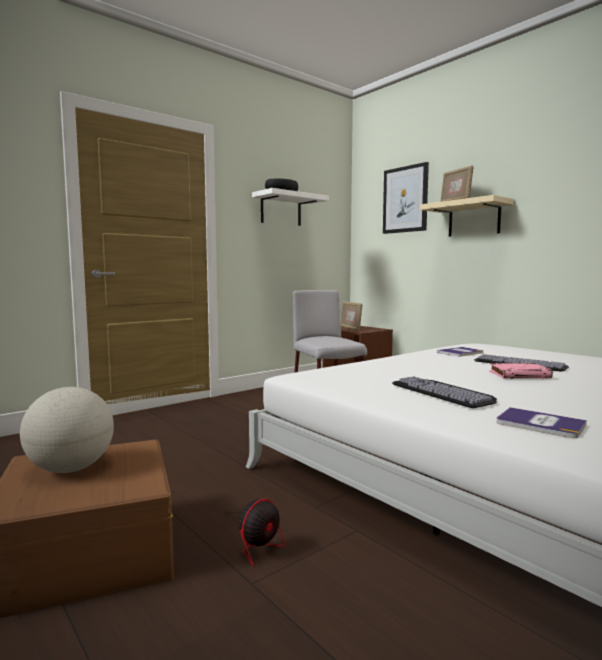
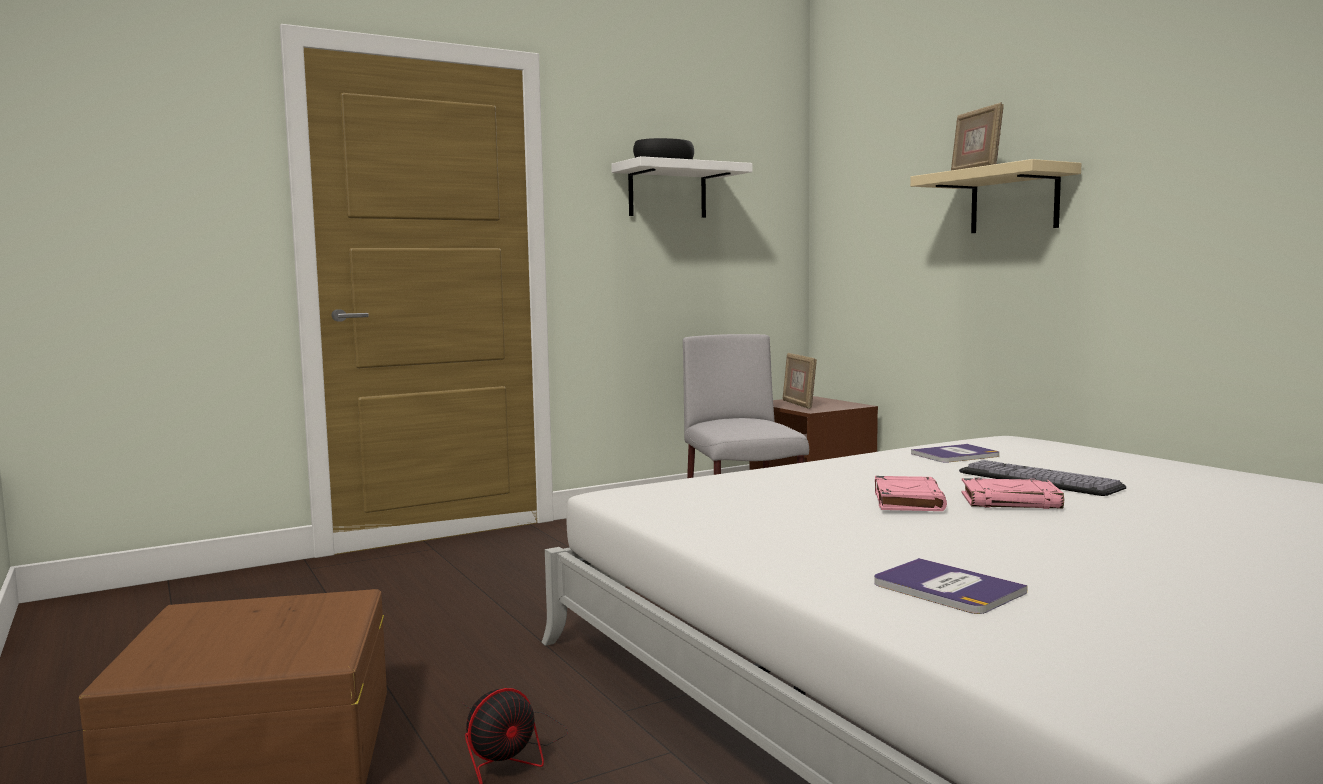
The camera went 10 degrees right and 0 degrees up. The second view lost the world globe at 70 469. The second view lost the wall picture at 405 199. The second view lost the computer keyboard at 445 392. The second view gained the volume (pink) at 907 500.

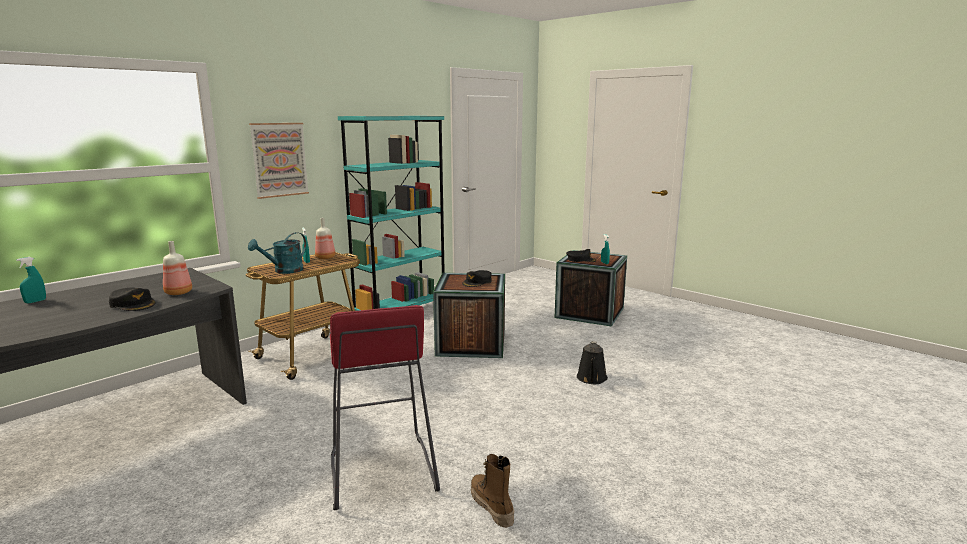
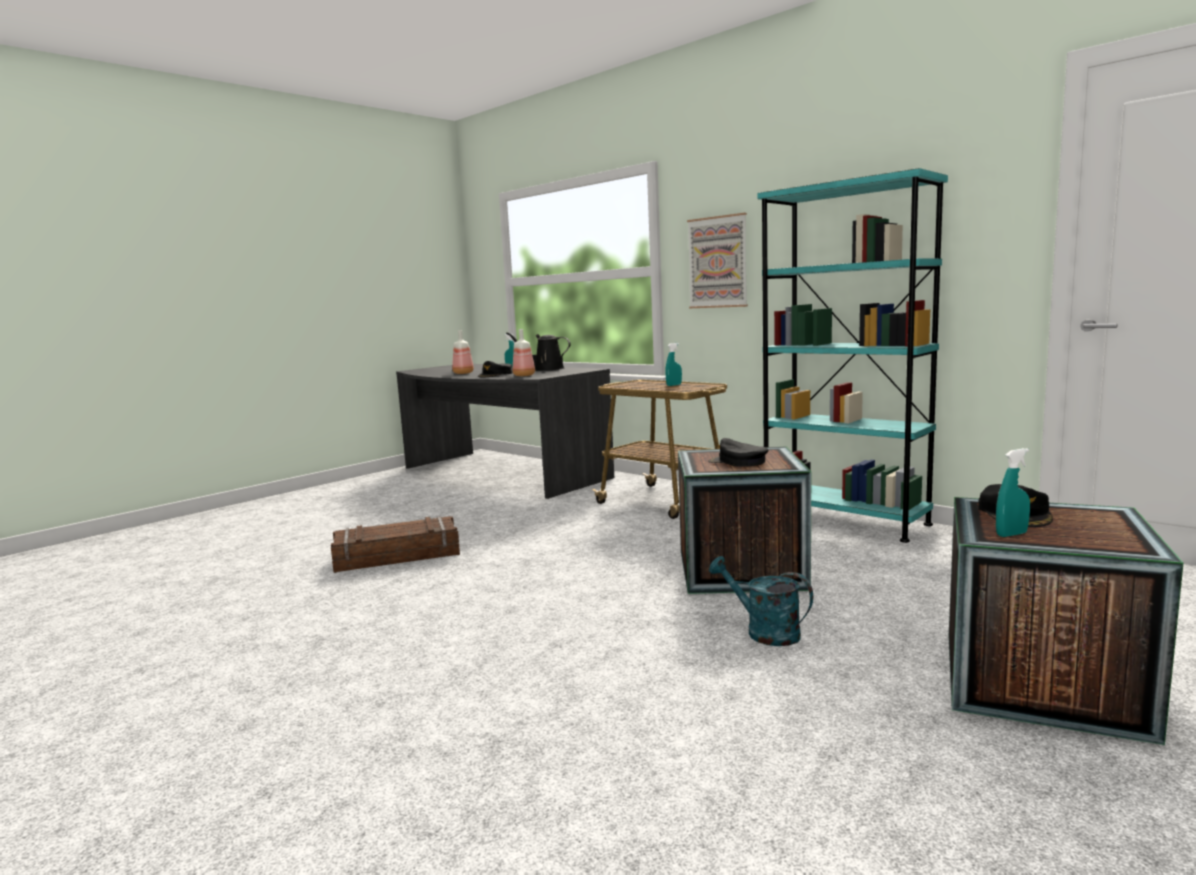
The camera went 90 degrees right and 5 degrees down. The second view lost the tall boot at 491 506. The sprinkling can (turquoise) ended up elsewhere, having gone from 284 271 to 764 632. The beverage bottle ended up elsewhere, having gone from 326 257 to 463 373. The sprinkling can (black) ended up elsewhere, having gone from 592 379 to 545 369. Where the stool seat (red) stood at 381 472, the crate came to stand at 397 556.

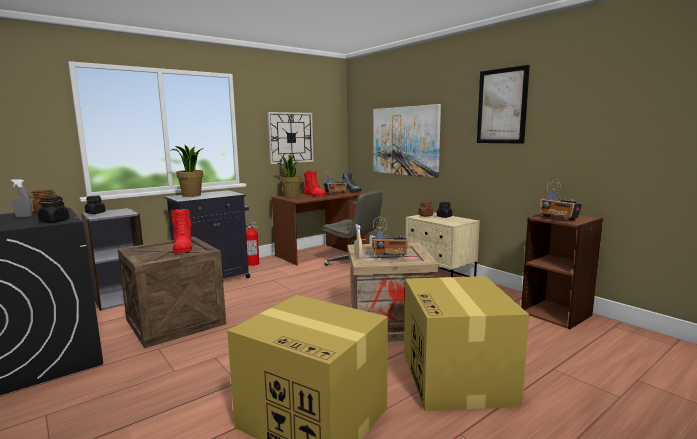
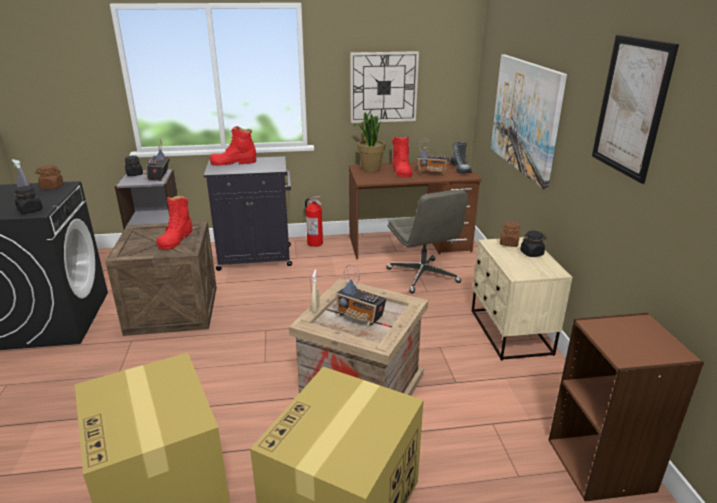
The camera went 30 degrees right and 15 degrees up. The radio ended up elsewhere, having gone from 559 219 to 159 177. Where the houseplant stood at 191 195, the tall boot (red) came to stand at 233 163.

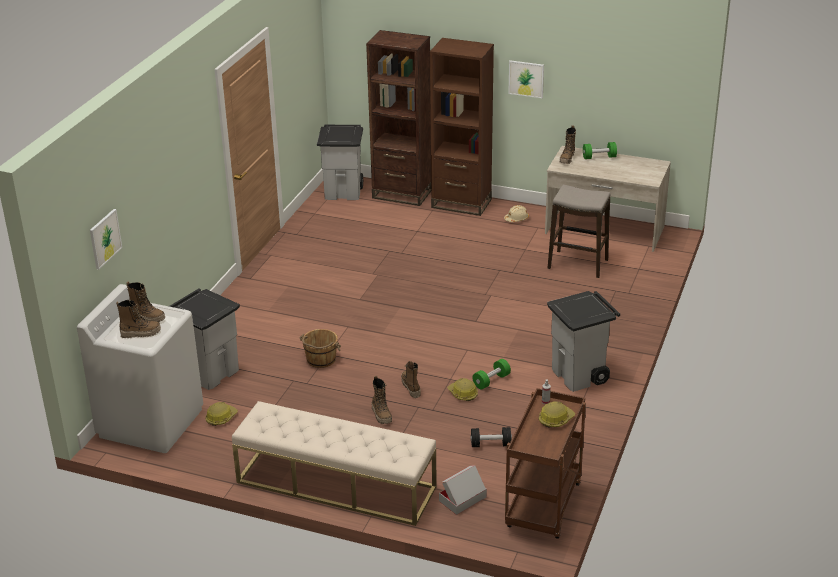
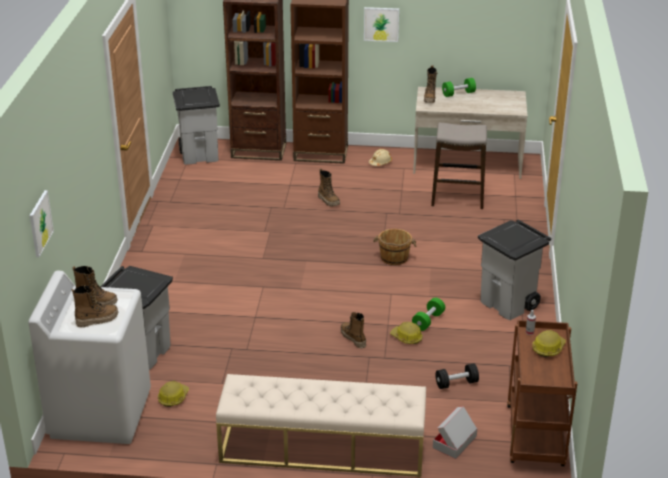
The camera went 15 degrees left and 0 degrees up. The bucket (brown-coloured) ended up elsewhere, having gone from 320 360 to 394 258. The tall boot ended up elsewhere, having gone from 381 415 to 328 201.

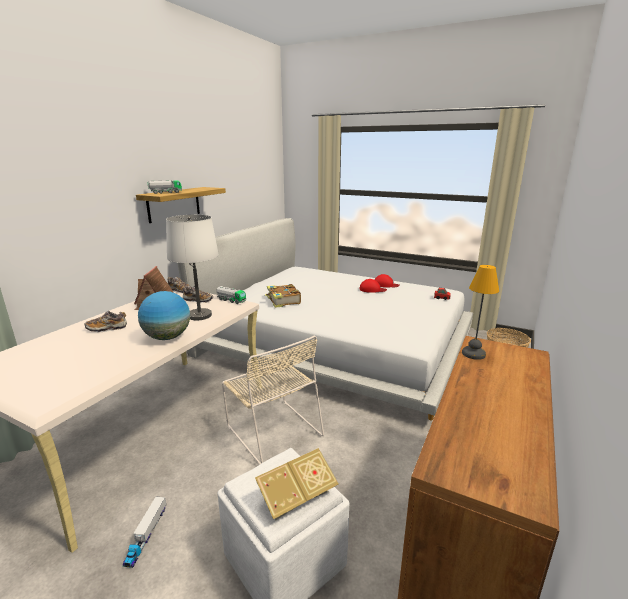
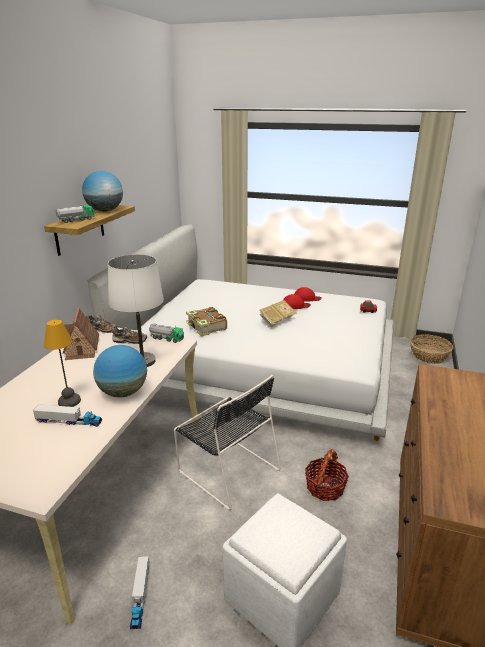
The camera went 10 degrees left and 5 degrees up. The second view lost the item of footwear at 107 328. The second view gained the model truck at 69 421. The second view gained the world globe at 105 211. The second view gained the storage basket at 325 487. The volume ended up elsewhere, having gone from 296 496 to 277 321. The table lamp ended up elsewhere, having gone from 473 353 to 69 401. What was the upright chair (beige) at 273 429 turned into the upright chair (black) at 227 469.

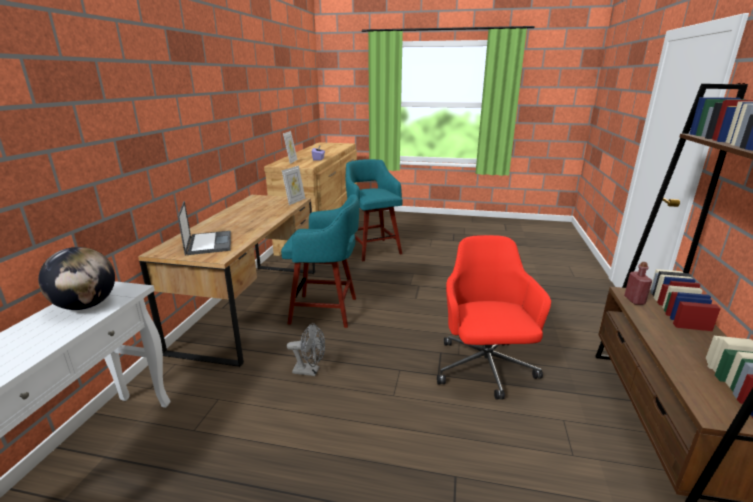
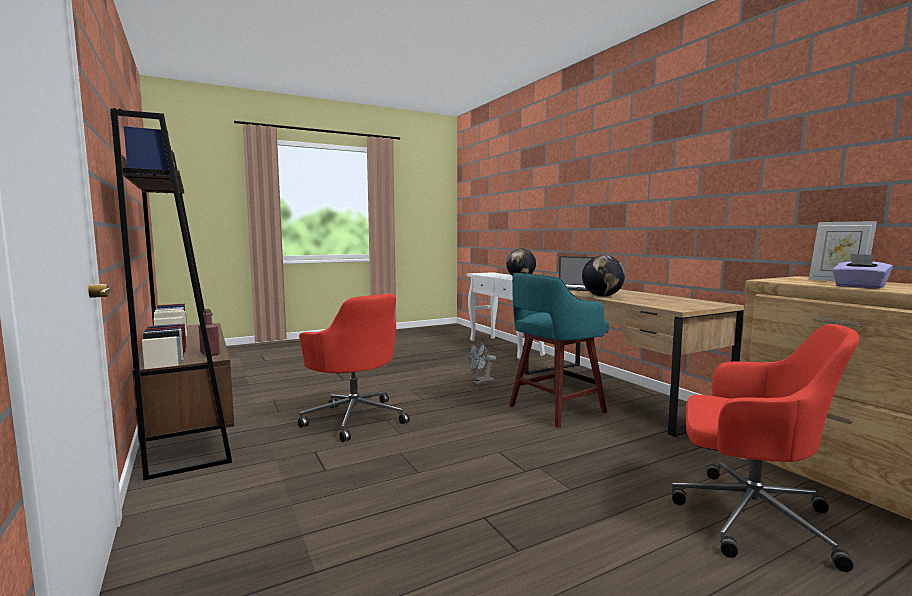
The camera went 140 degrees right and 15 degrees down. The second view lost the photo frame at 295 201. The second view gained the world globe at 602 296. Where the stool seat (turquoise) stood at 373 249, the office chair (red) came to stand at 748 517.

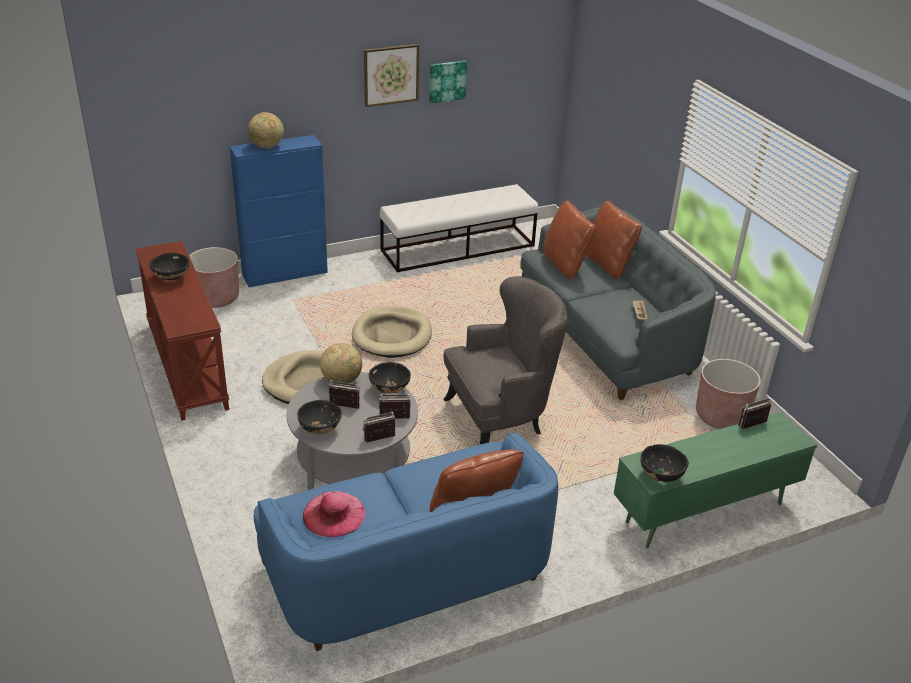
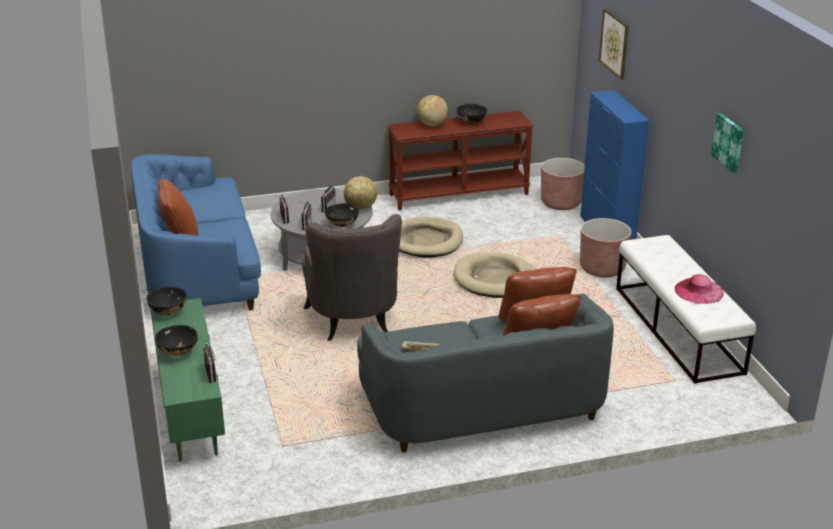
The camera went 100 degrees right and 5 degrees down. The world globe ended up elsewhere, having gone from 267 147 to 432 125. The deep dish (black) ended up elsewhere, having gone from 320 429 to 178 353. The wearable hat (pink) ended up elsewhere, having gone from 334 514 to 699 291. The wall picture ended up elsewhere, having gone from 391 75 to 614 43. The flower pot (brown-coloured) ended up elsewhere, having gone from 721 416 to 602 268.

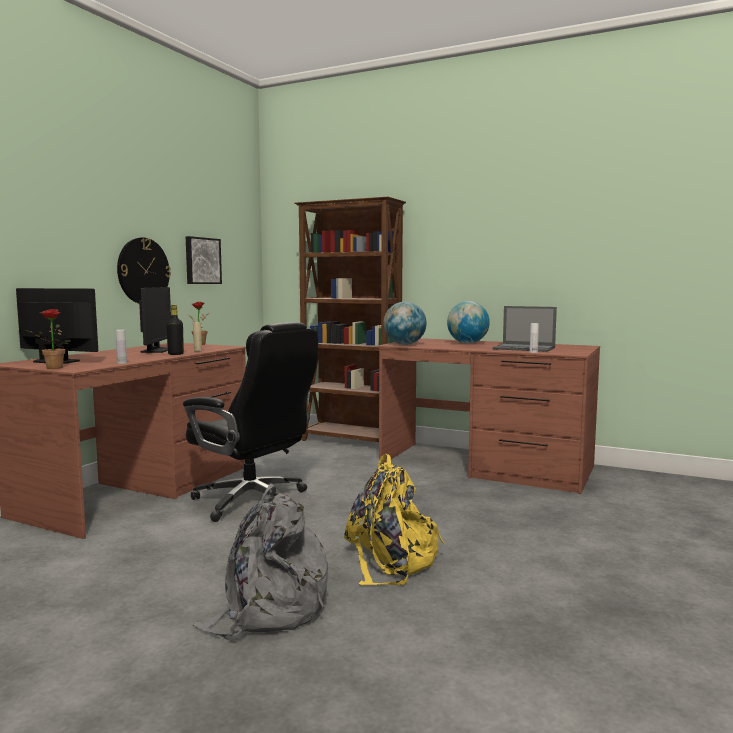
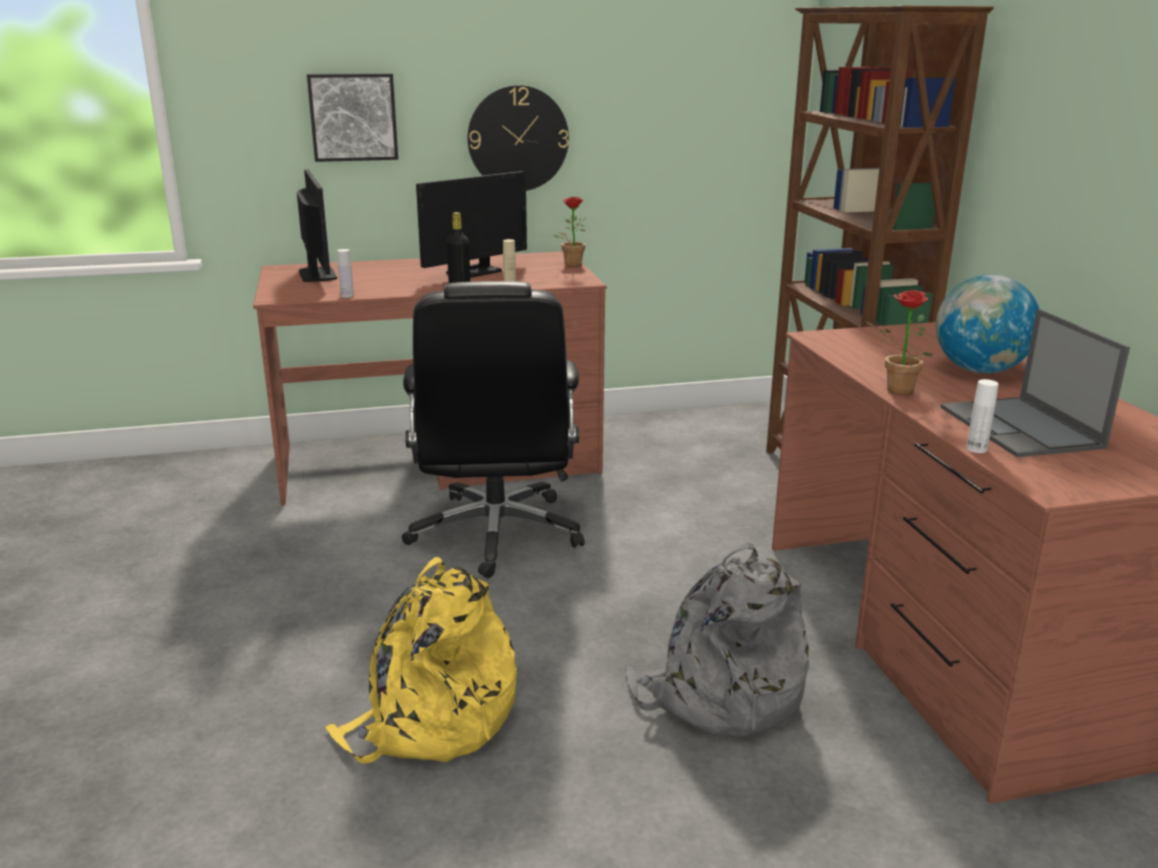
The camera went 50 degrees right and 15 degrees up. The second view lost the world globe at 404 344. The houseplant ended up elsewhere, having gone from 51 368 to 894 391. The wall picture ended up elsewhere, having gone from 202 261 to 353 117. The backpack (greyish) ended up elsewhere, having gone from 269 609 to 719 695.

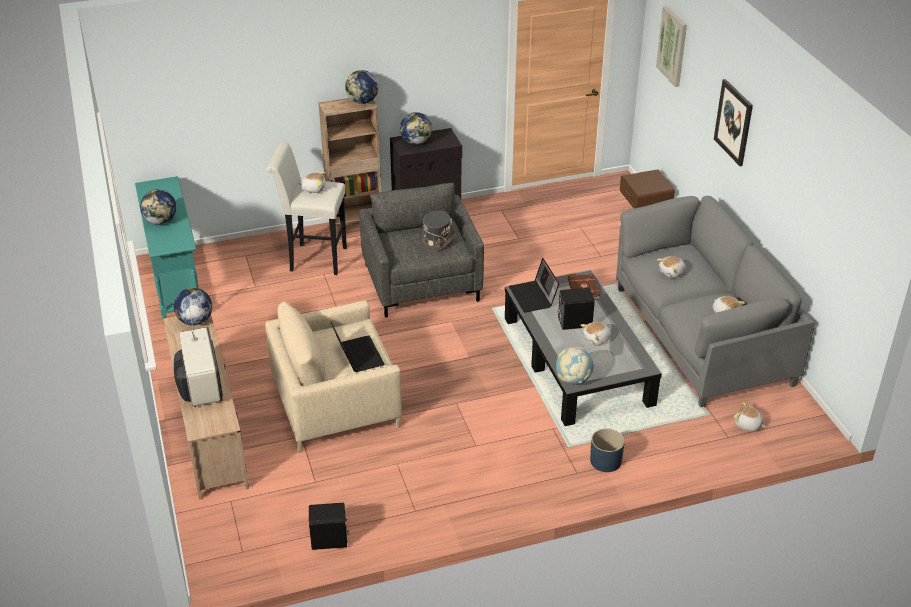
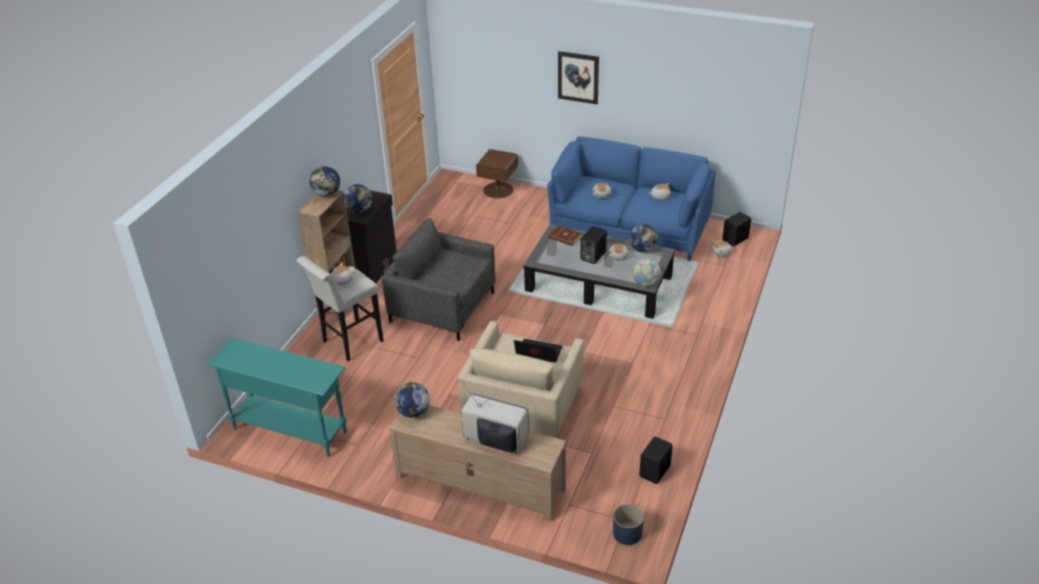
The camera went 50 degrees left and 0 degrees up. The second view lost the wearable hat (greyish) at 436 239. The second view lost the portable computer at 533 297. The second view lost the wall picture at 672 46. The second view gained the audio speaker (black) at 736 240. The world globe ended up elsewhere, having gone from 161 221 to 642 249. The flower pot (blue) ended up elsewhere, having gone from 605 461 to 627 533. What was the couch (greyish) at 701 336 turned into the couch (blue) at 630 227.

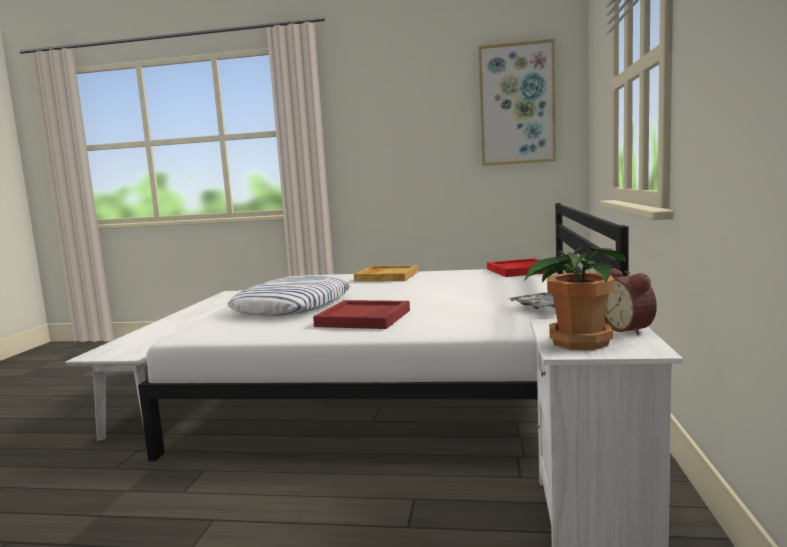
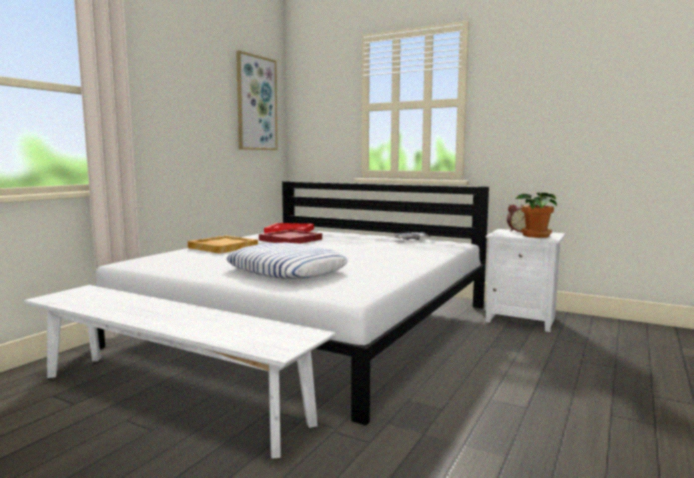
The camera went 70 degrees left and 0 degrees up. The carrying tray (red) ended up elsewhere, having gone from 364 318 to 291 240.

